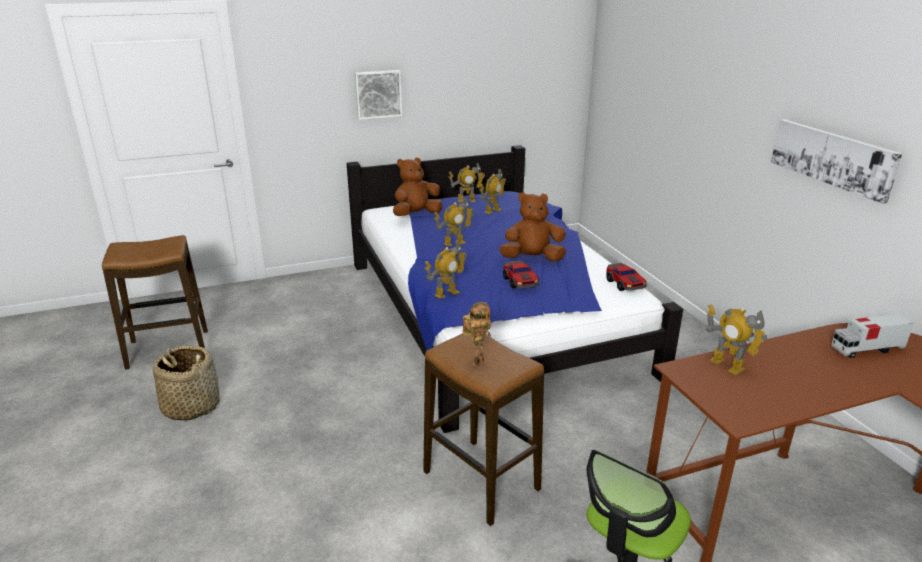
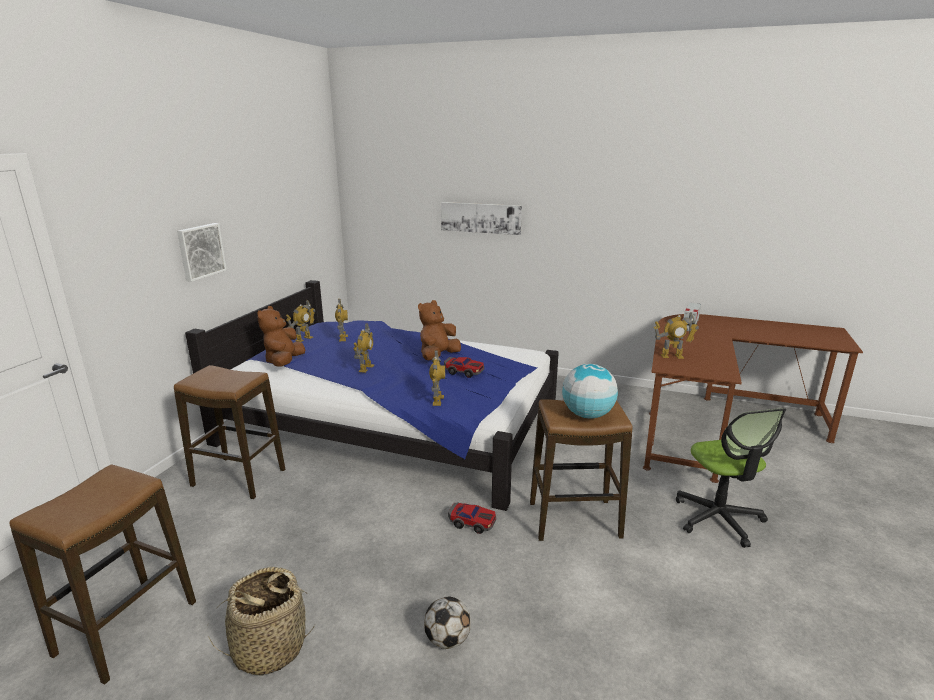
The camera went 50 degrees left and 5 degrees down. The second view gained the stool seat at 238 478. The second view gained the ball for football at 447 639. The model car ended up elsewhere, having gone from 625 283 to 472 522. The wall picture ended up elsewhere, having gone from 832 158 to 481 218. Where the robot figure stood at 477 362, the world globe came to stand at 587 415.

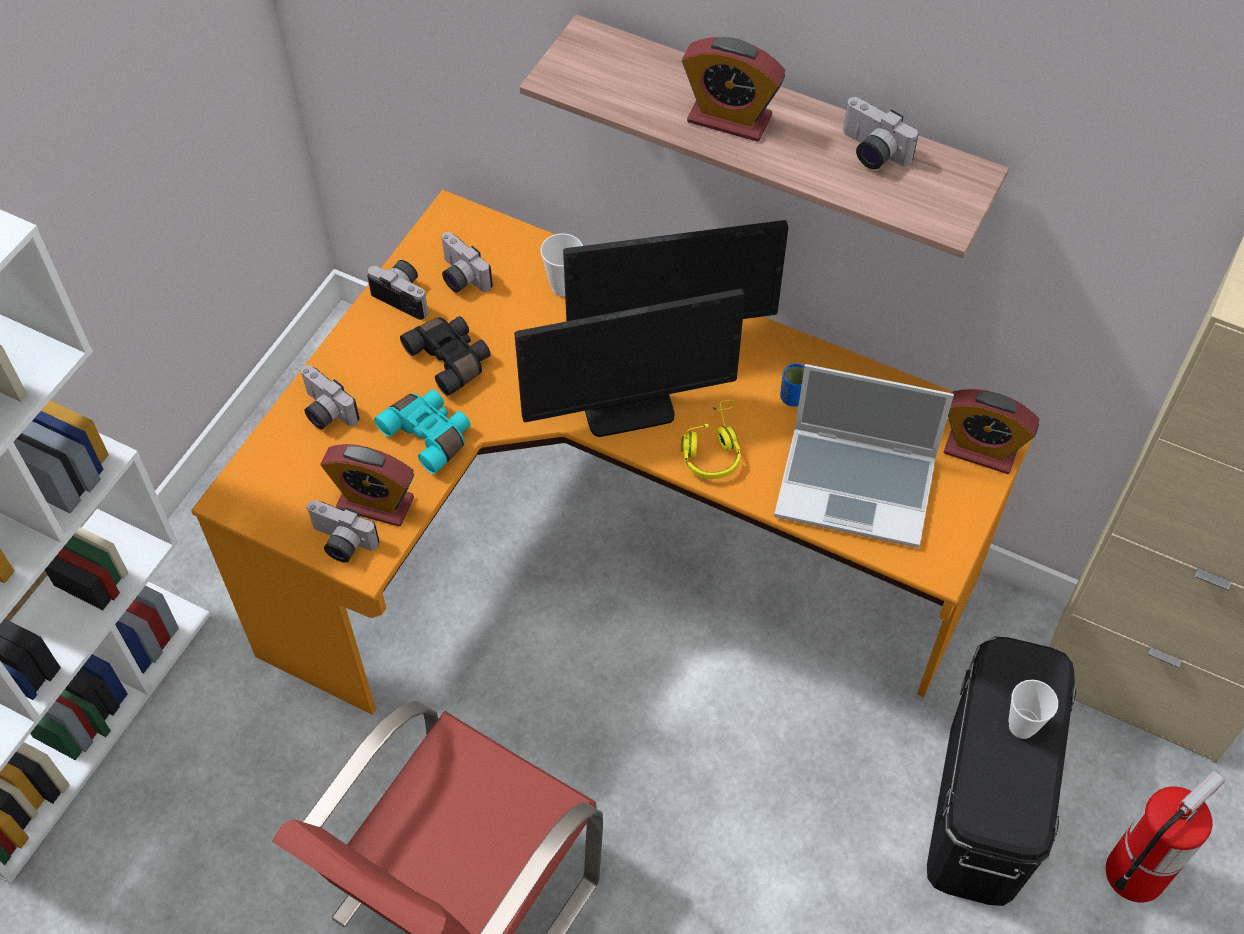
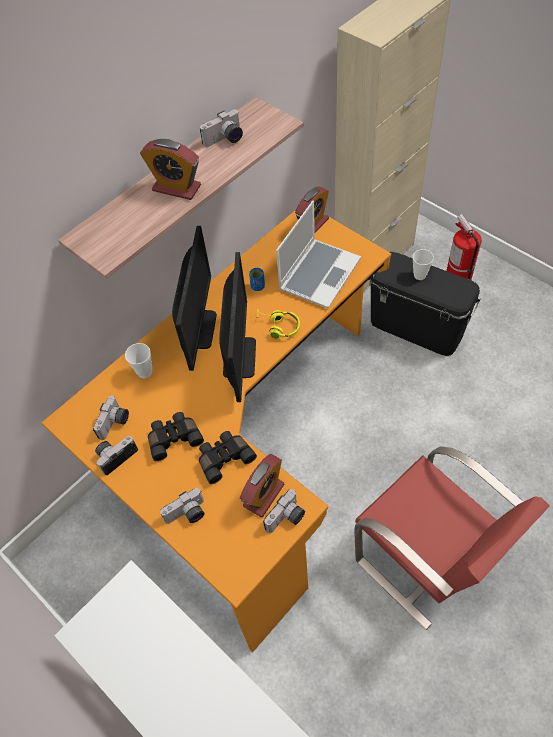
The camera went 70 degrees left and 0 degrees up. What was the pair of binoculars (turquoise) at 430 435 turned into the pair of binoculars (black) at 224 458. The still camera at 460 277 ended up facing another way, 45 degrees counterclockwise from before. The bedside clock at 729 119 ended up facing another way, 75 degrees clockwise from before.

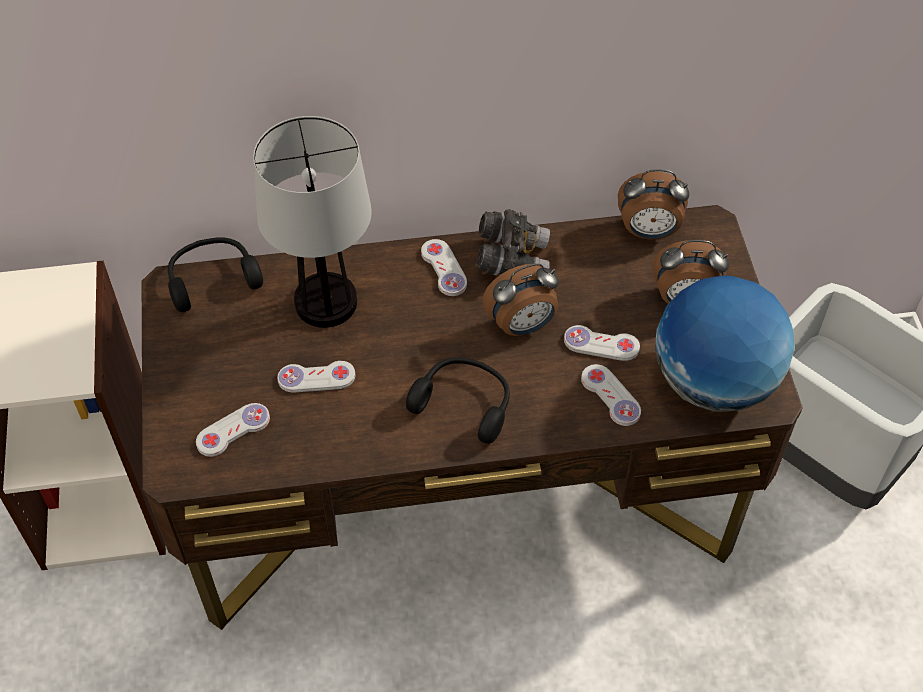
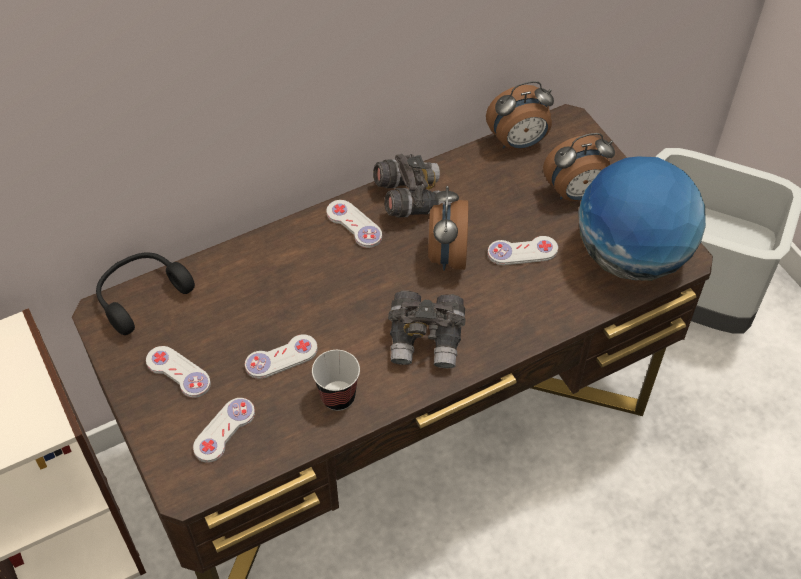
The camera went 20 degrees left and 0 degrees up. The second view lost the table lamp at 327 302. The second view gained the small cup at 338 397. The joypad (white) ended up elsewhere, having gone from 610 396 to 178 373. Where the headset (black) stood at 464 403, the pair of binoculars (greyish) came to stand at 426 340. The bedside clock at 522 325 ended up facing another way, 135 degrees clockwise from before.

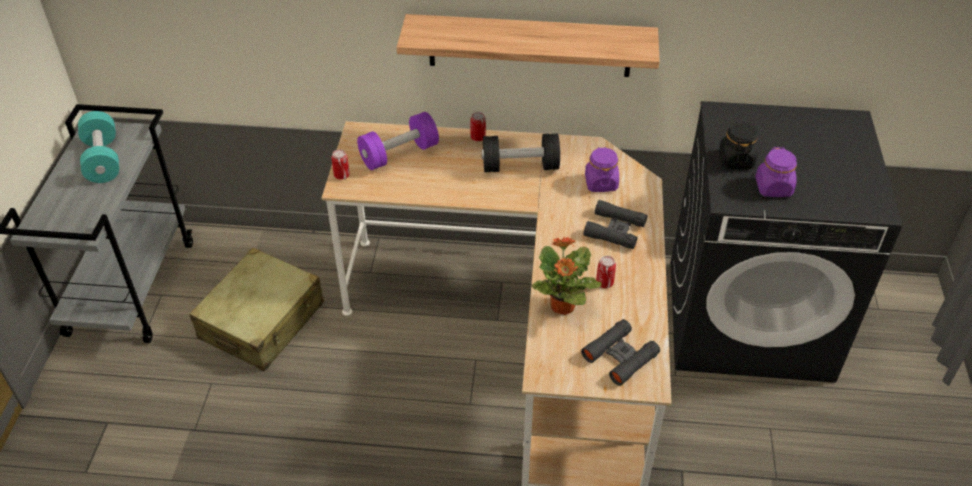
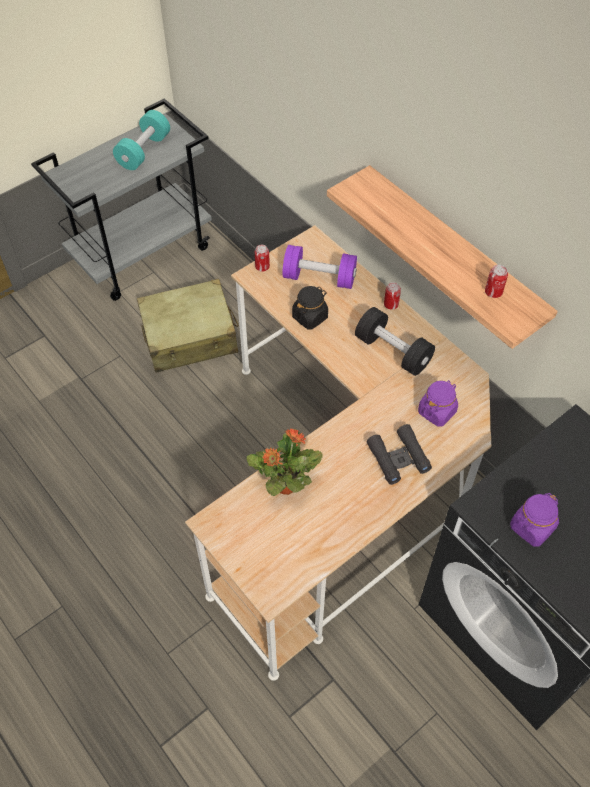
The camera went 45 degrees right and 10 degrees up. The second view lost the pair of binoculars (black) at 620 356. The metal can ended up elsewhere, having gone from 604 283 to 493 292. The preserve jar (black) ended up elsewhere, having gone from 735 160 to 310 317.

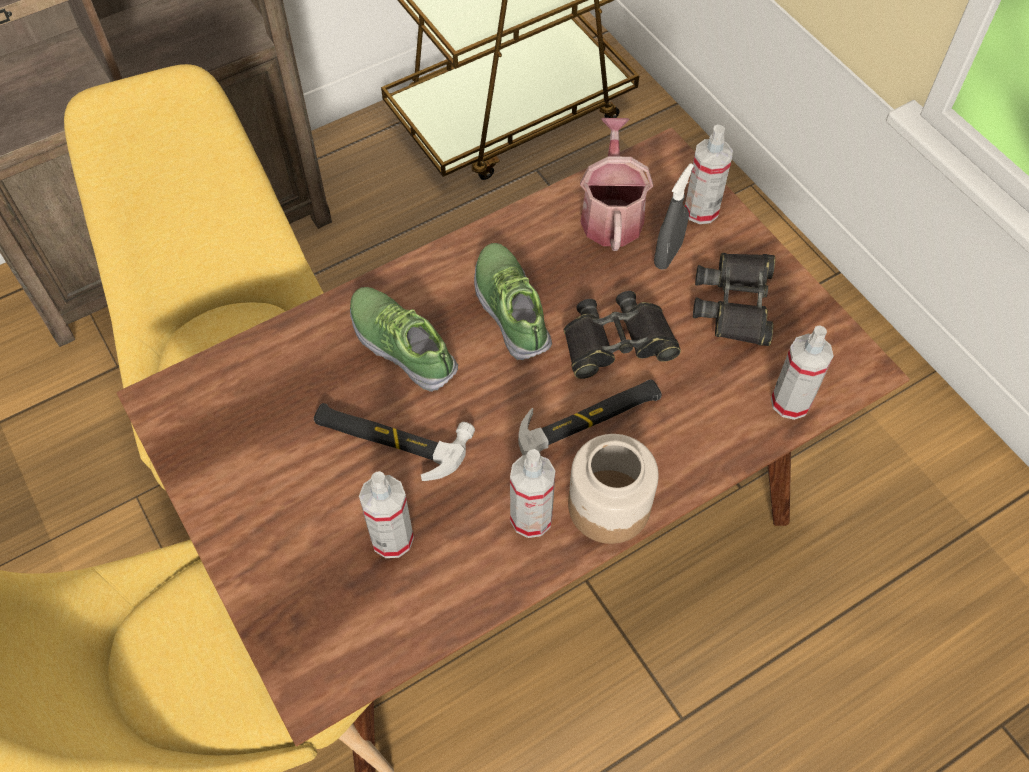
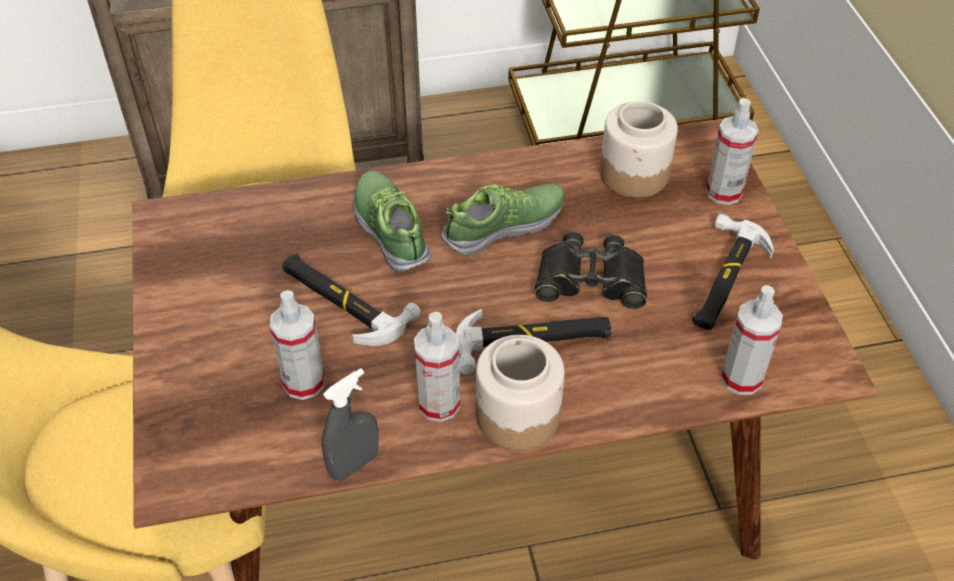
The camera went 20 degrees right and 10 degrees down. The sprayer (greyish) ended up elsewhere, having gone from 668 255 to 354 465. Where the sprinkling can stood at 611 214, the preserve jar came to stand at 635 174. Where the pair of binoculars (black) stood at 736 303, the hand hammer came to stand at 724 278. The item of footwear at 512 308 ended up facing another way, 60 degrees clockwise from before.

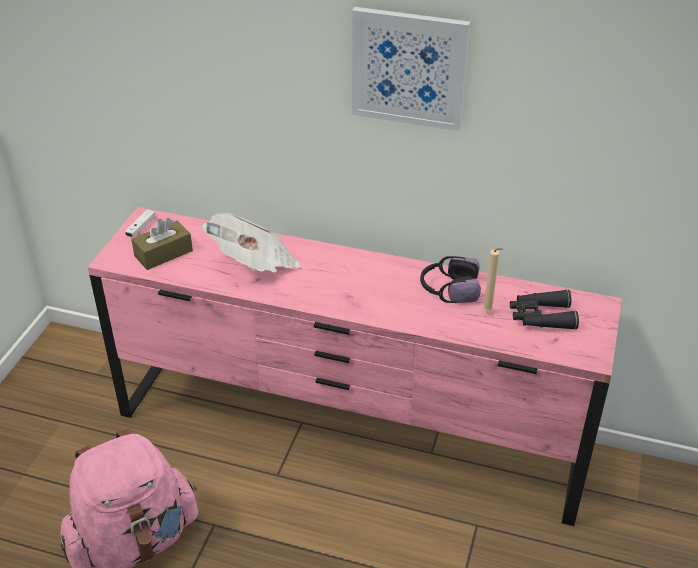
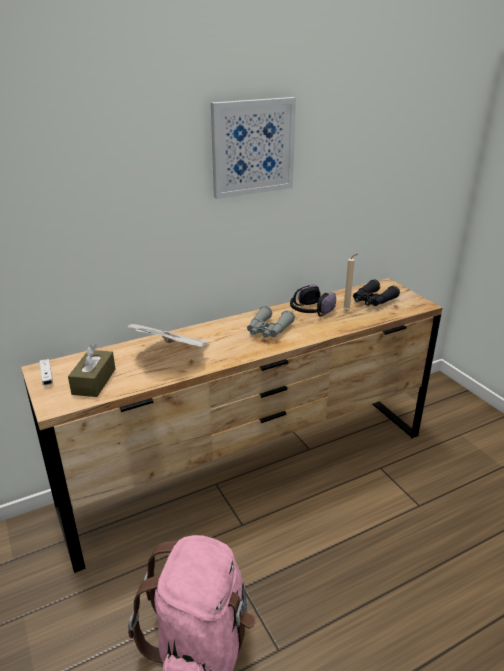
The camera went 45 degrees left and 10 degrees down. The second view gained the pair of binoculars (greyish) at 268 330. What was the dresser (pink) at 349 432 turned into the dresser (brown-coloured) at 251 469.

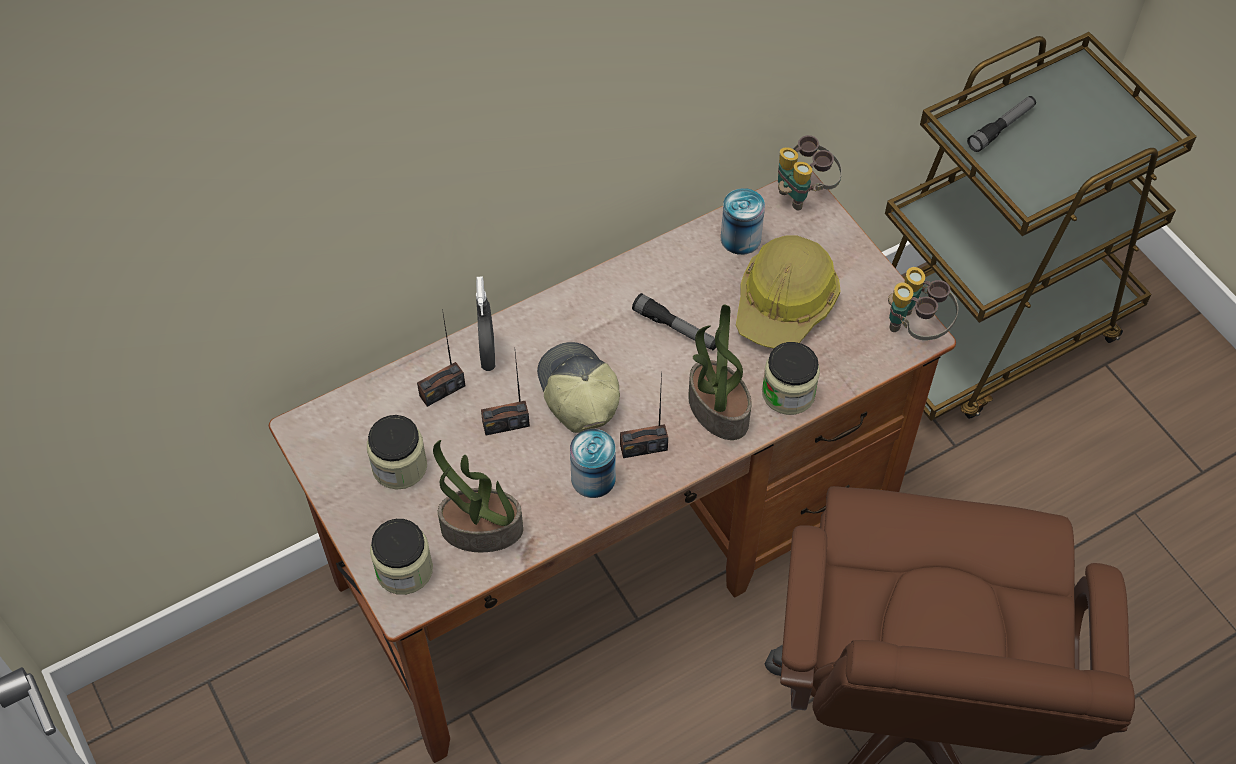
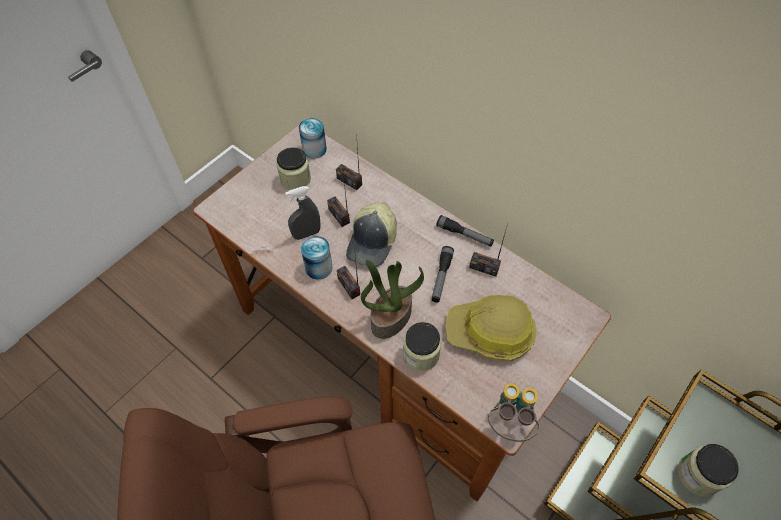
The camera went 70 degrees right and 0 degrees up. The second view lost the houseplant at 481 531. The second view lost the pair of binoculars at 803 192. The second view gained the radio at 484 268. The preserve jar ended up elsewhere, having gone from 404 569 to 698 475. The sprayer (greyish) ended up elsewhere, having gone from 488 354 to 306 234. The metal can ended up elsewhere, having gone from 740 238 to 314 149. The flashlight ended up elsewhere, having gone from 1001 128 to 464 235. The peaked cap at 577 393 ended up facing another way, 150 degrees clockwise from before.

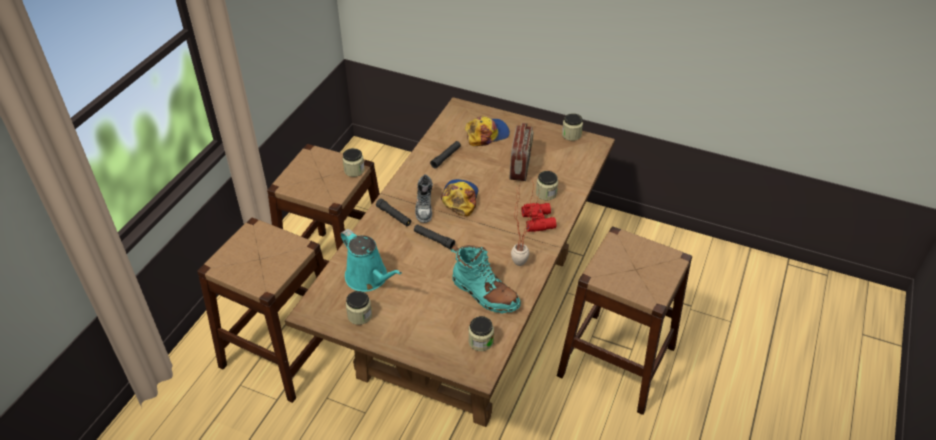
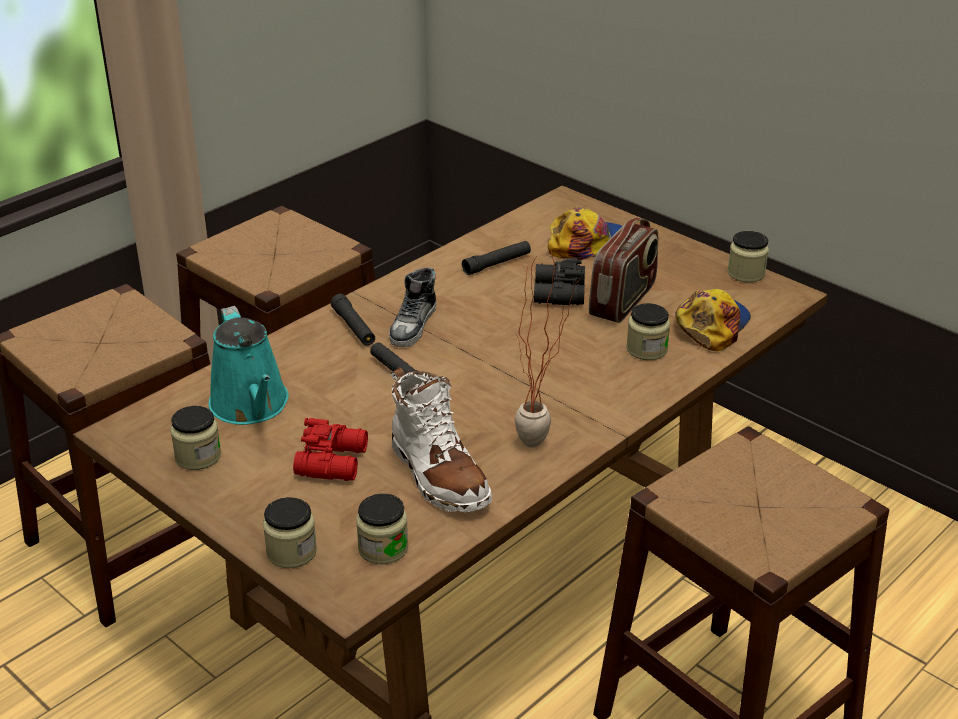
The camera went 20 degrees right and 10 degrees down. The second view gained the pair of binoculars (black) at 557 293. The preserve jar ended up elsewhere, having gone from 354 170 to 291 552. The peaked cap ended up elsewhere, having gone from 460 199 to 711 324. The pair of binoculars (red) ended up elsewhere, having gone from 539 220 to 334 461. What was the tall boot (turquoise) at 484 294 turned into the tall boot (white) at 438 475.

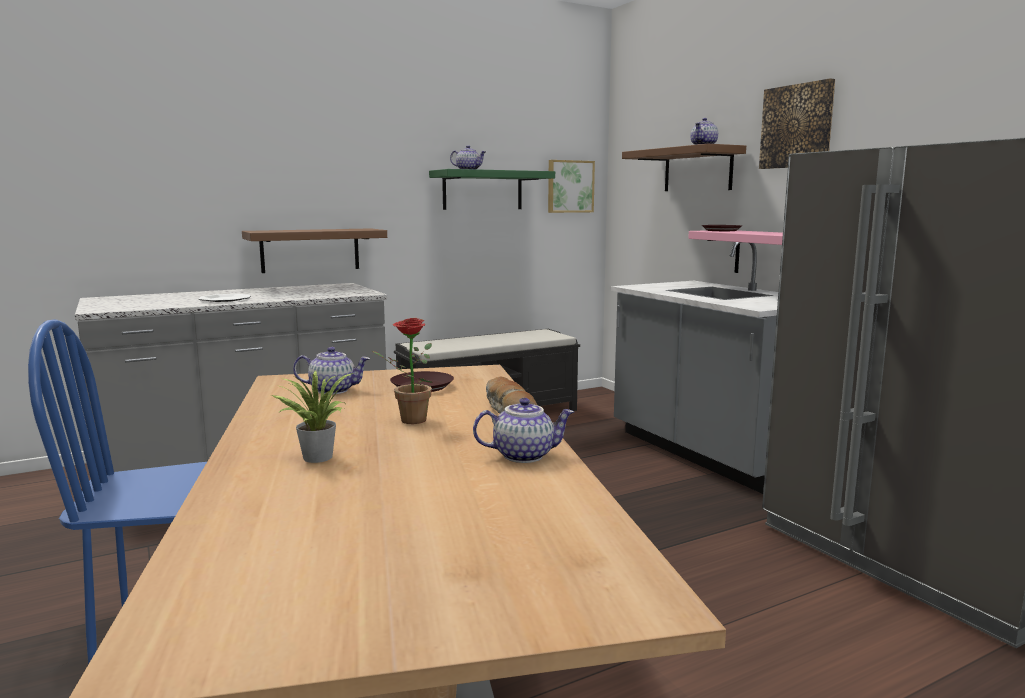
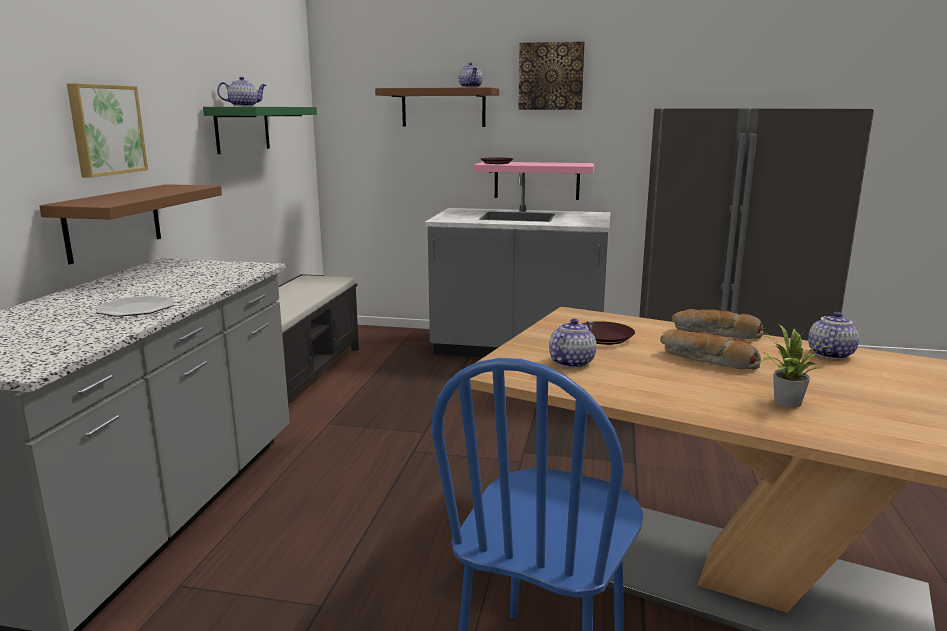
The camera went 50 degrees left and 5 degrees up. The wall picture ended up elsewhere, having gone from 569 186 to 105 130. Where the houseplant stood at 407 420, the bread came to stand at 707 361.

